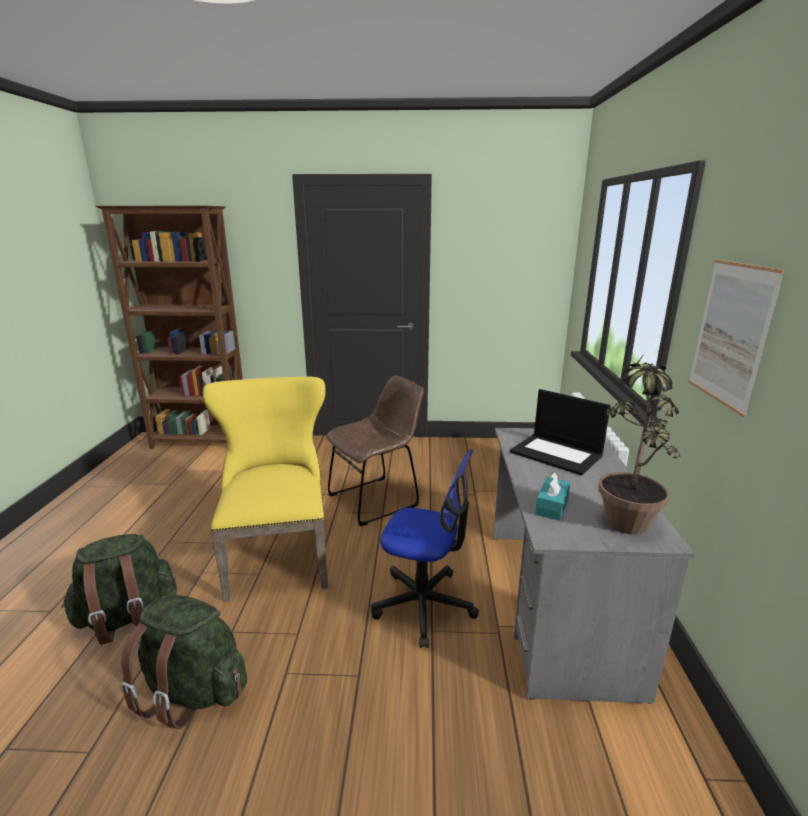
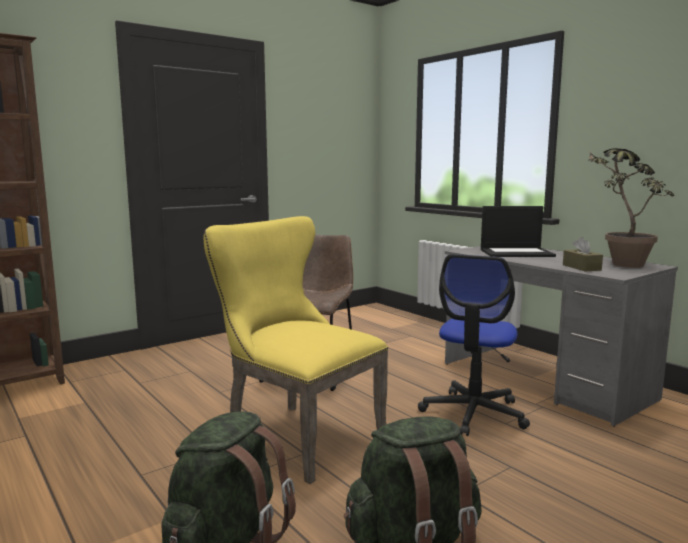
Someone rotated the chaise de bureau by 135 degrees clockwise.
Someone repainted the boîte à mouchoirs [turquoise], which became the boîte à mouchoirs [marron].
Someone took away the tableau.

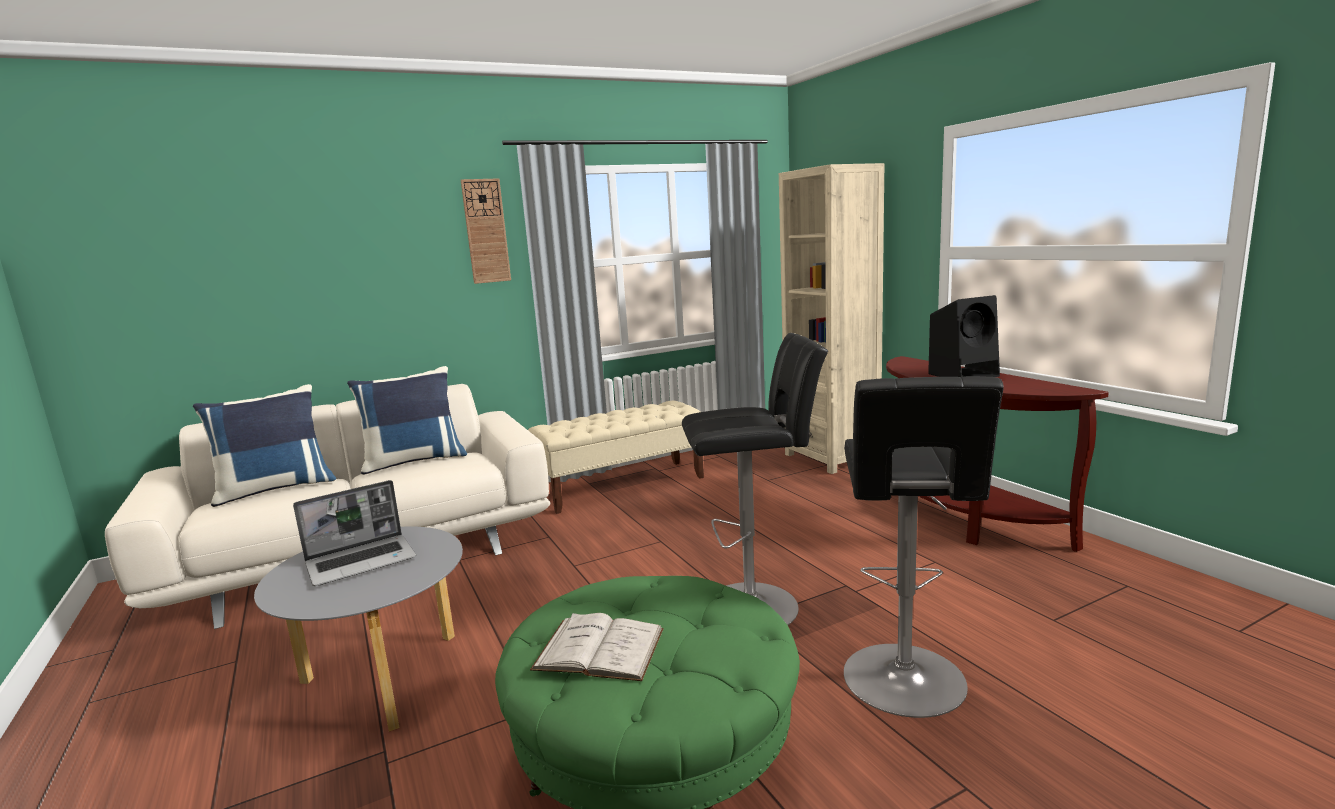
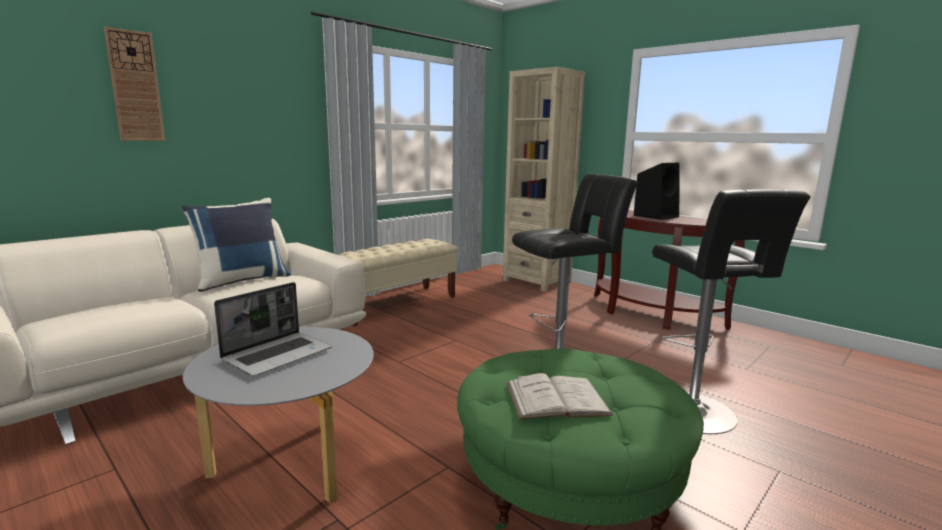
Someone carried the horloge murale.
Someone took away the coussin [bleu] (1st from left).

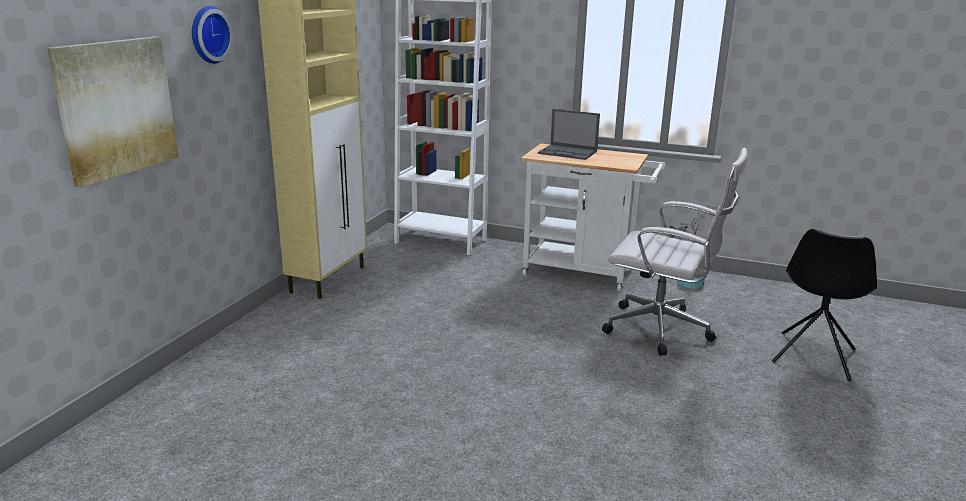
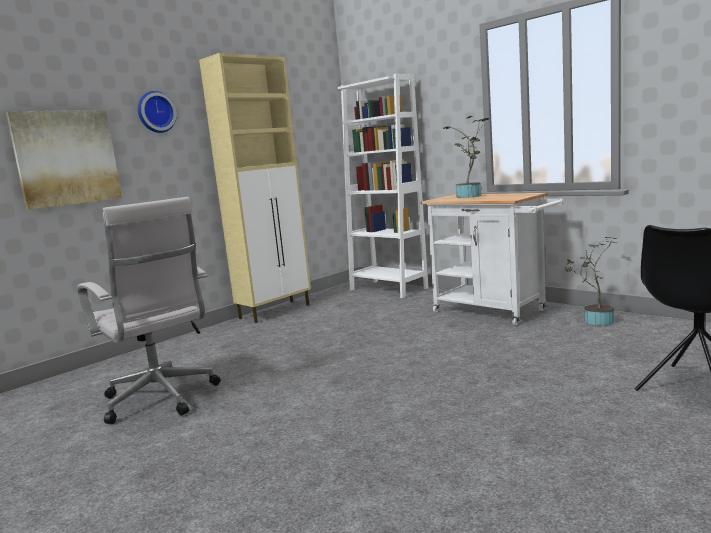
Someone carried the chaise de bureau [blanc].
Someone swapped the ordinateur portable for the plante en pot (1st from left).

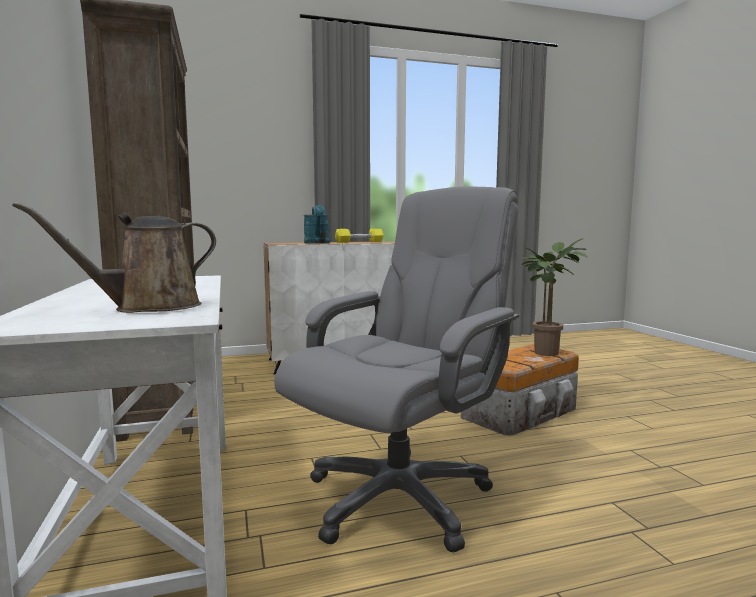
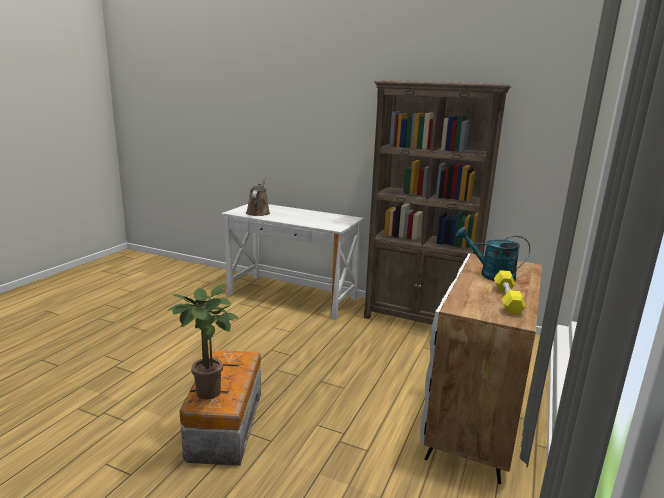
Someone took away the chaise de bureau [gris].

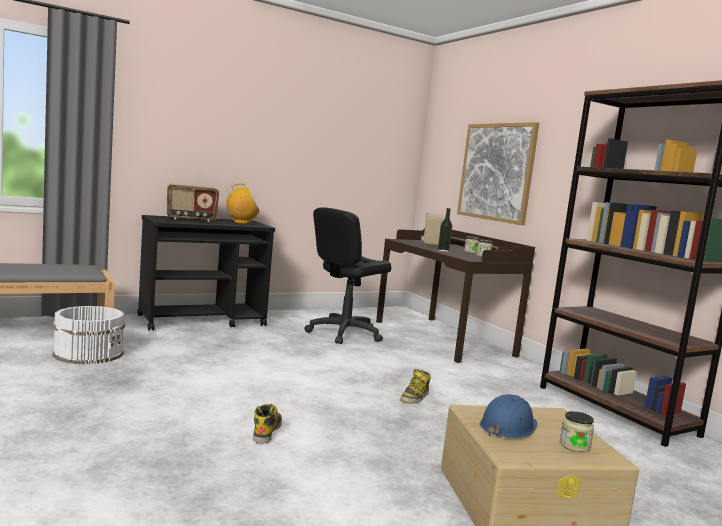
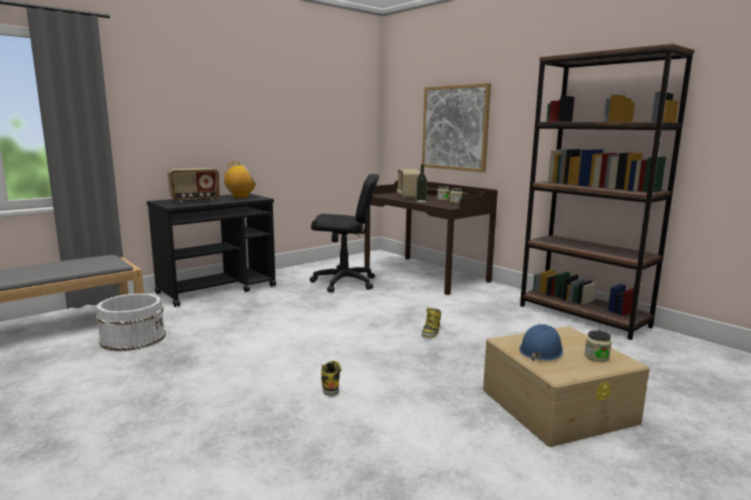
Someone rotated the chaise de bureau [noir] by 120 degrees counterclockwise.

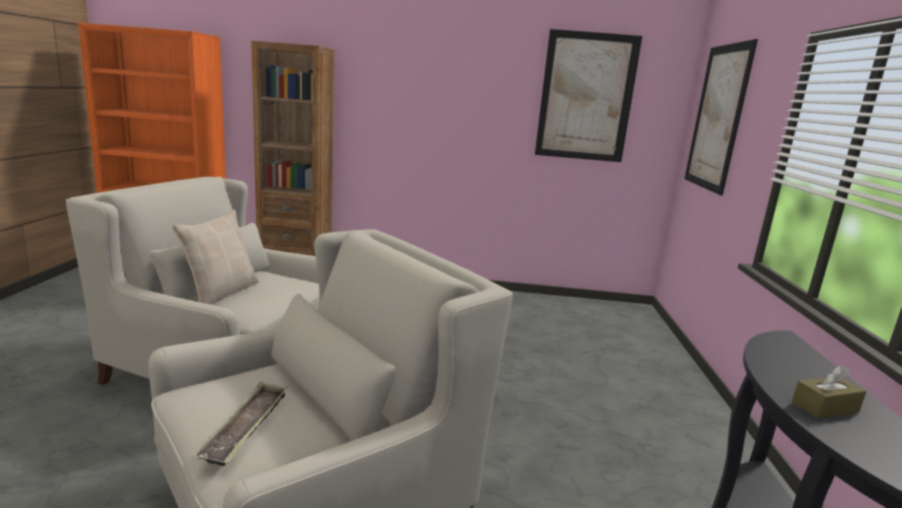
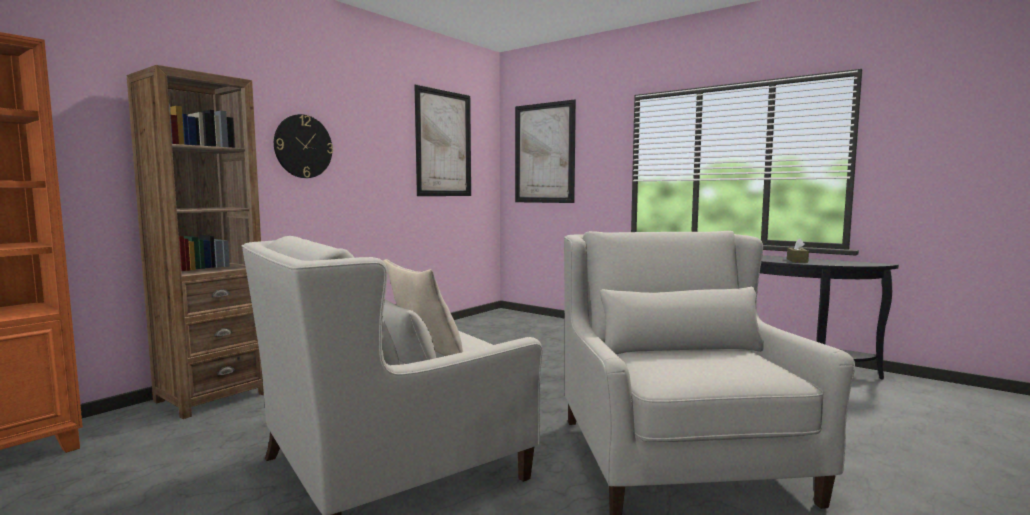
Someone put up the horloge murale.
Someone took away the plateau.

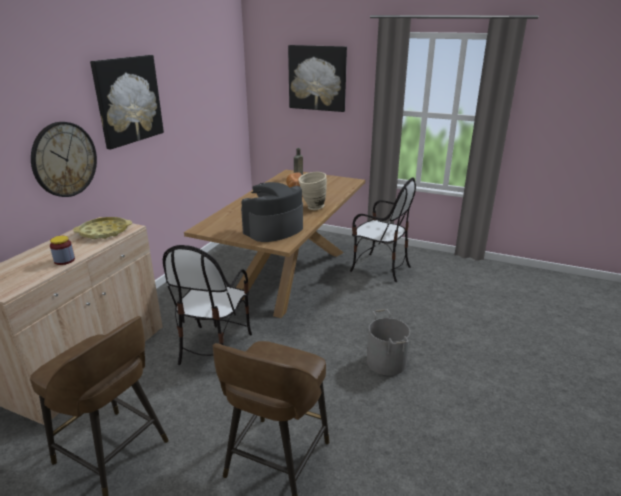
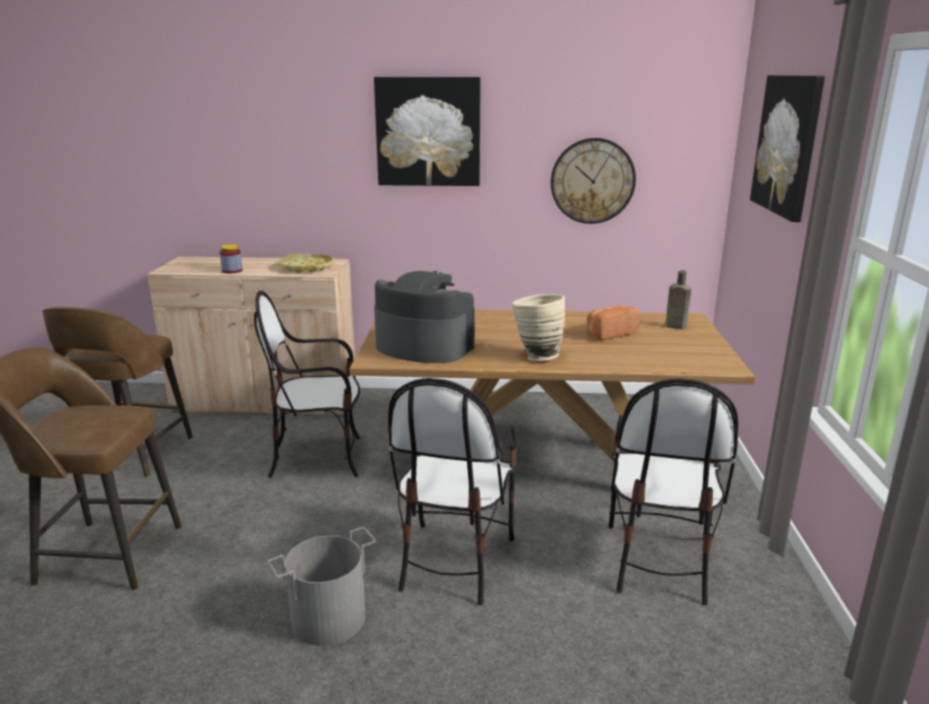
Someone put down the chaise (2nd from left).
Someone carried the horloge murale.

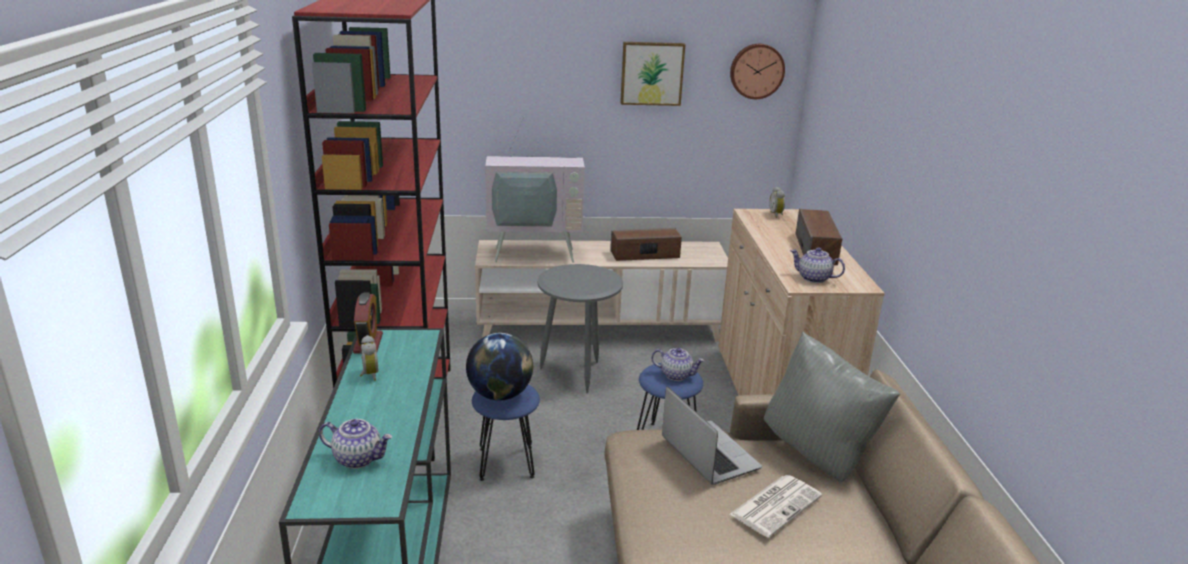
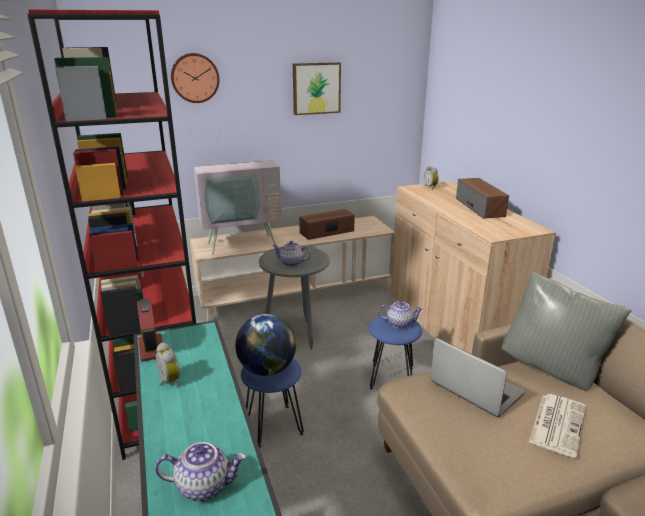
Someone carried the horloge murale.
Someone carried the théière (3rd from left in the first image).

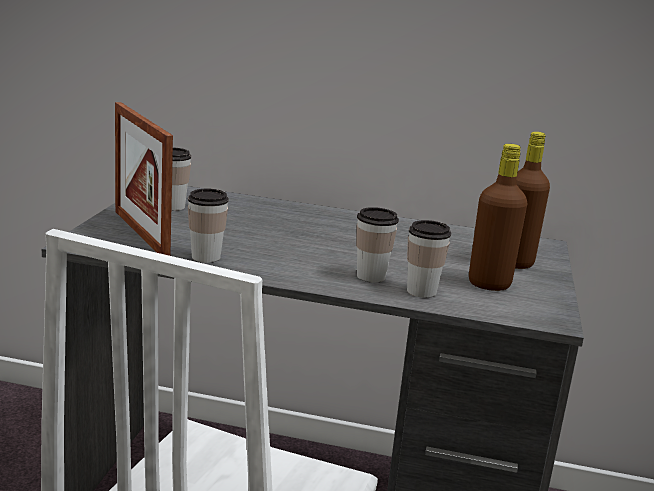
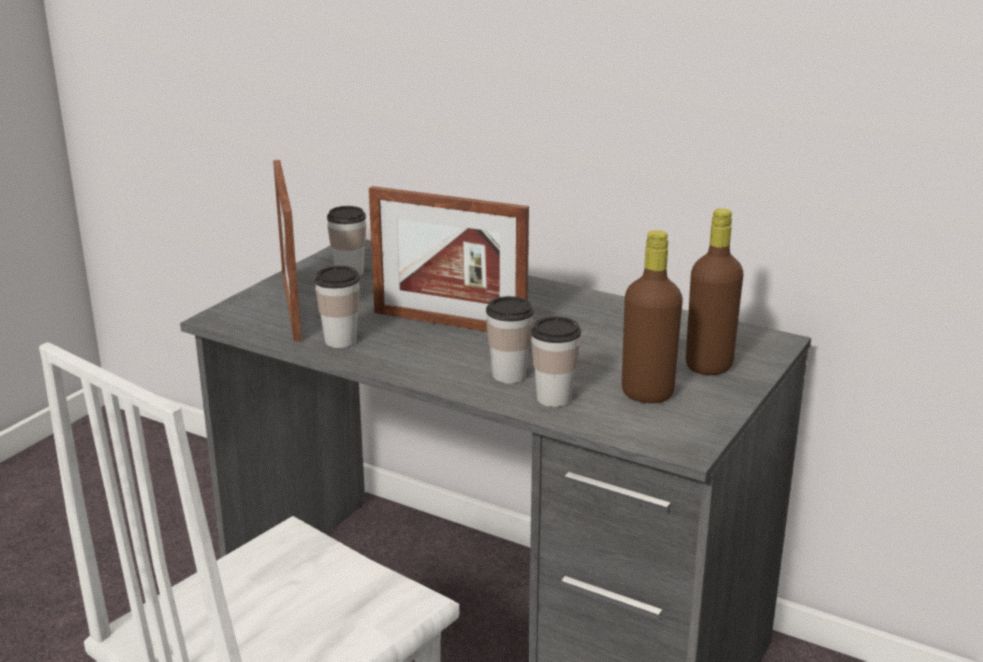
Someone put down the cadre photo (2nd from left).

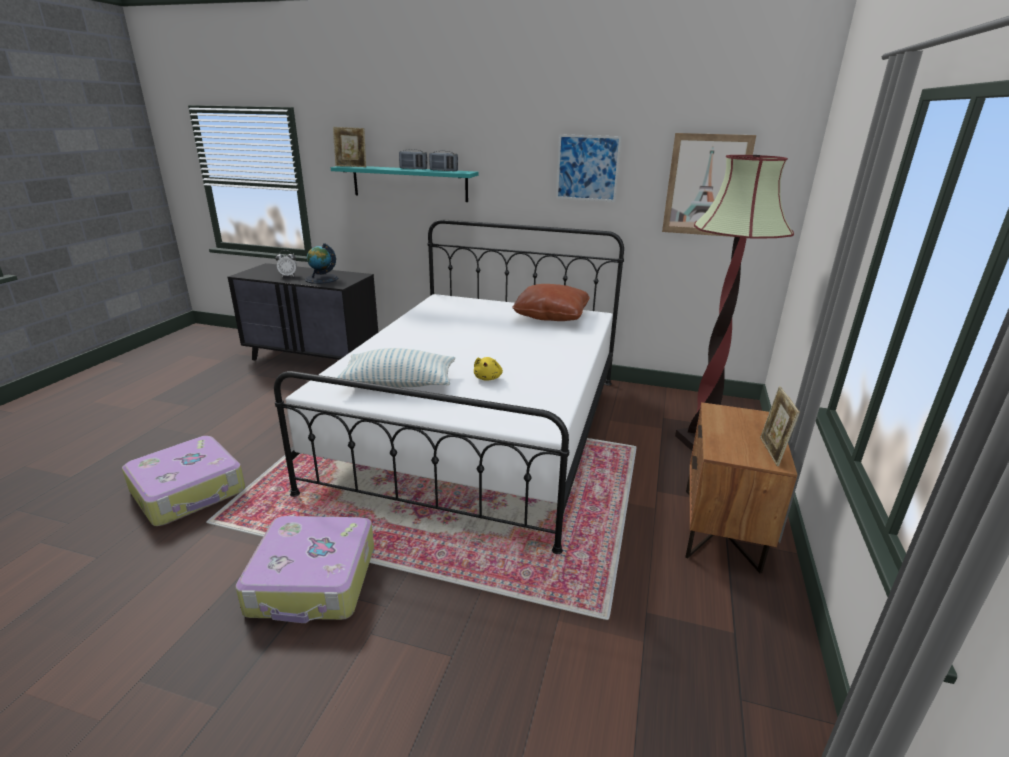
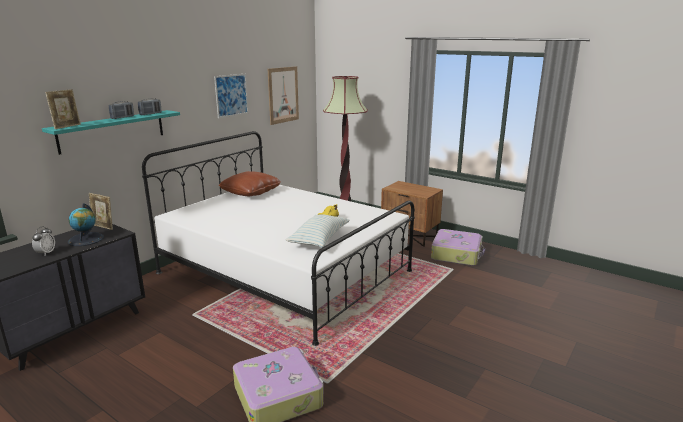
Someone carried the cadre photo (2nd from left).
Someone carried the valise (2nd from left).

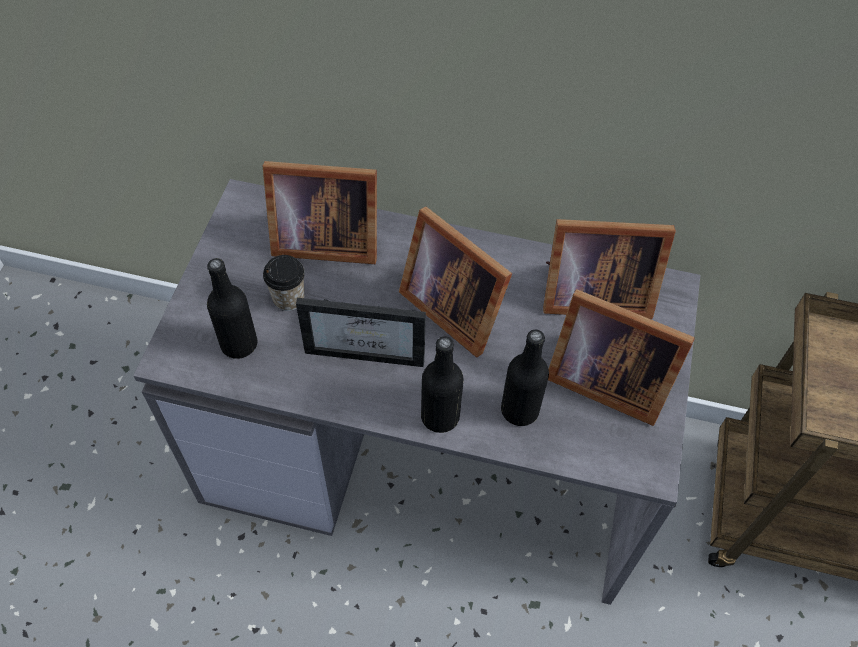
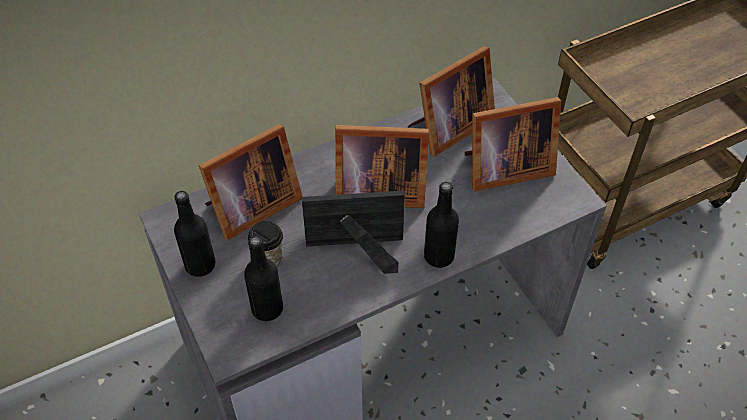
Someone carried the bouteille [noir] (3rd from left in the first image).
Someone rotated the cadre photo (2nd from left) by 150 degrees counterclockwise.

